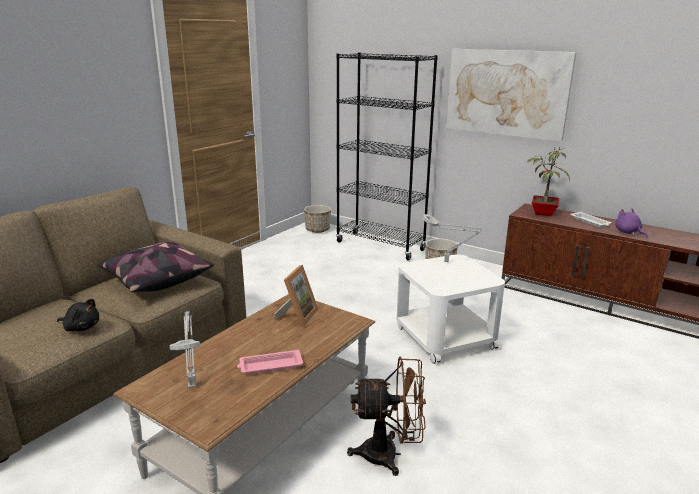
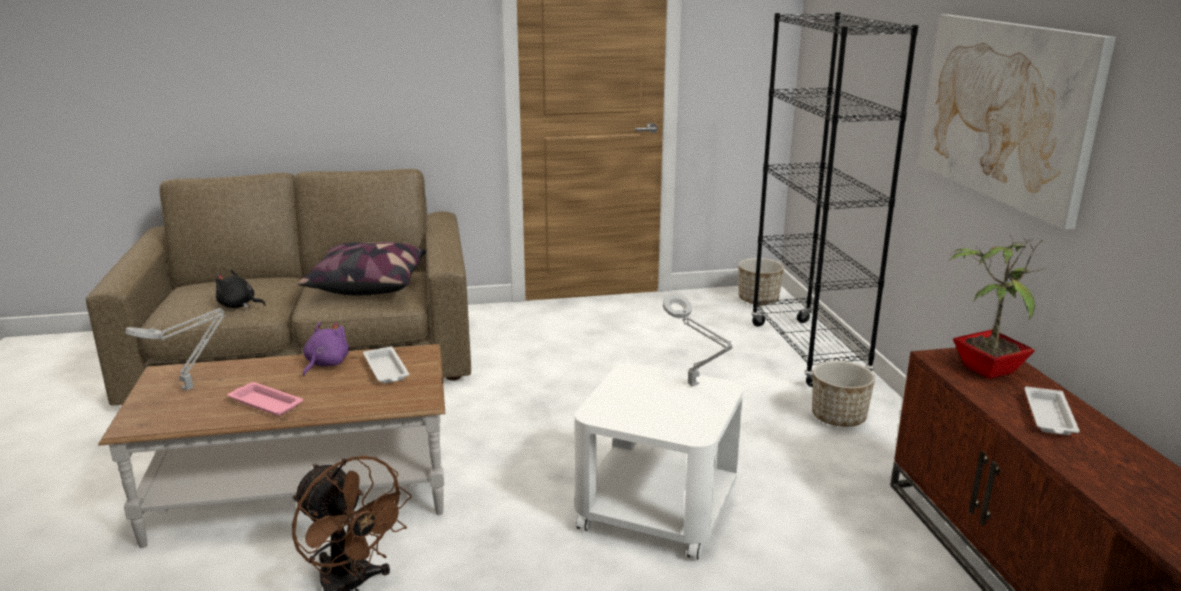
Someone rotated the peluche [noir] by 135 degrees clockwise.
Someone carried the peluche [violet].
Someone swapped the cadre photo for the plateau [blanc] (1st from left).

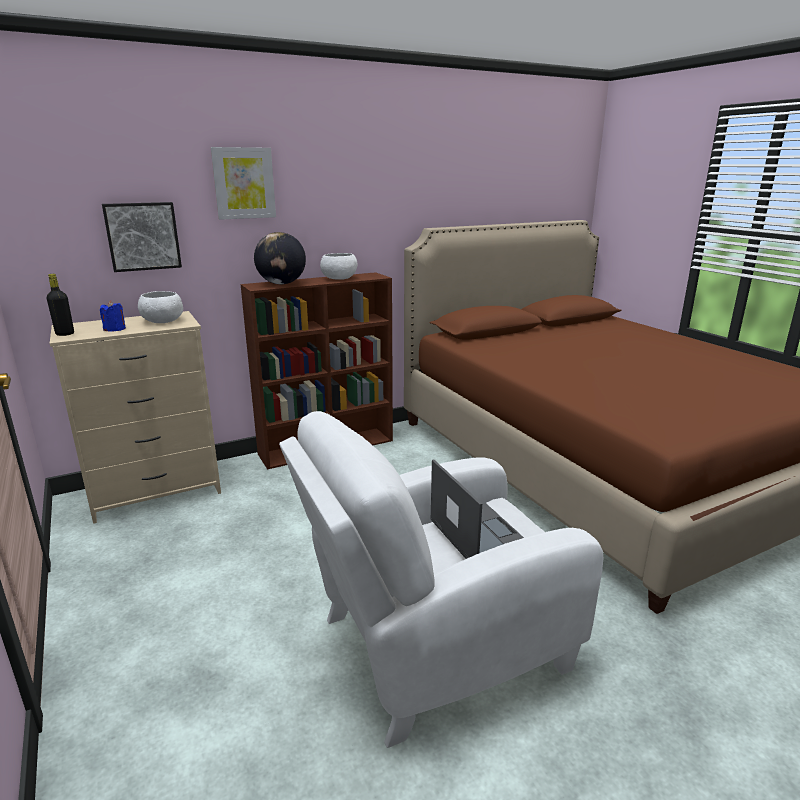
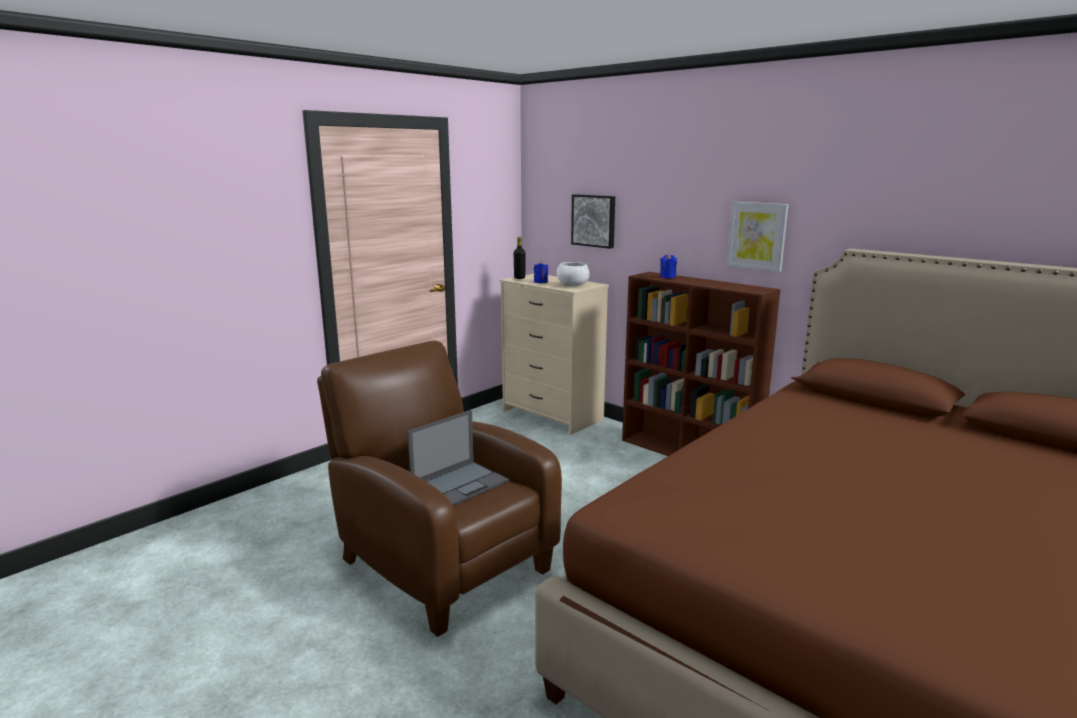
Someone repainted the fauteuil [blanc], which became the fauteuil [marron].
Someone swapped the globe for the bougie [bleu] (2nd from left).
Someone carried the tableau (2nd from left).
Someone took away the bol [blanc] (2nd from left).

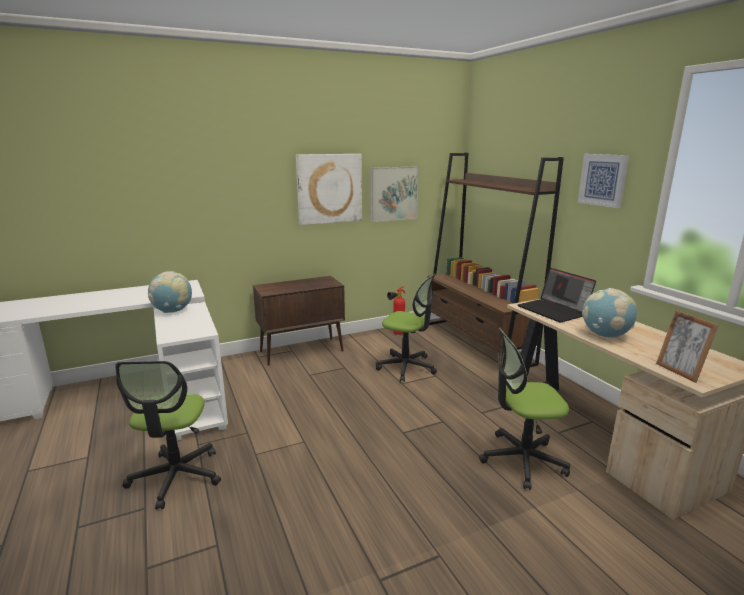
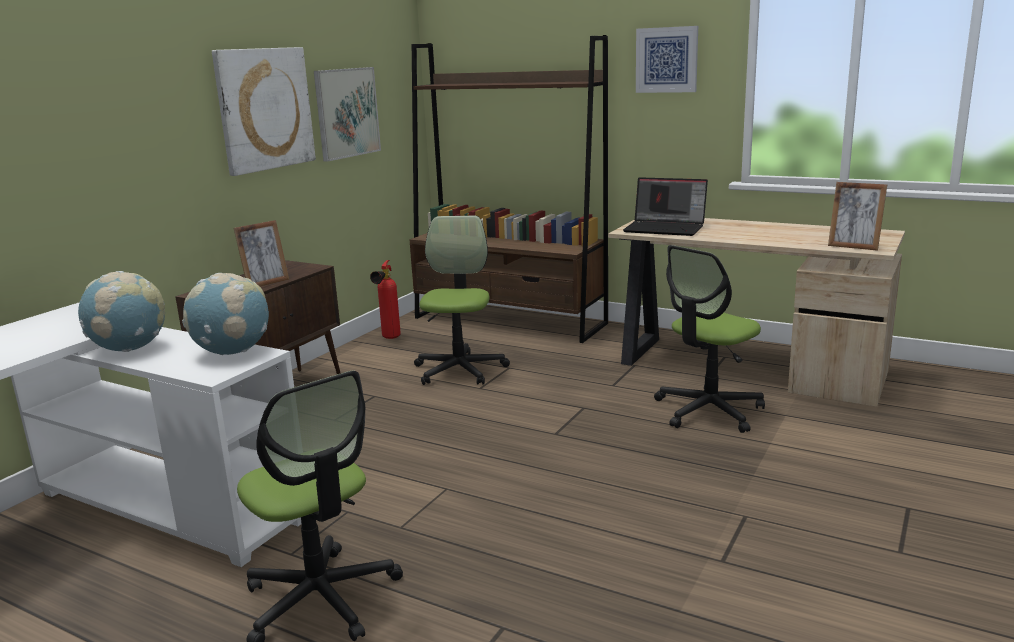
Someone carried the globe (2nd from left).
Someone put down the cadre photo (1st from left).
Someone rotated the chaise de bureau (2nd from left) by 75 degrees counterclockwise.

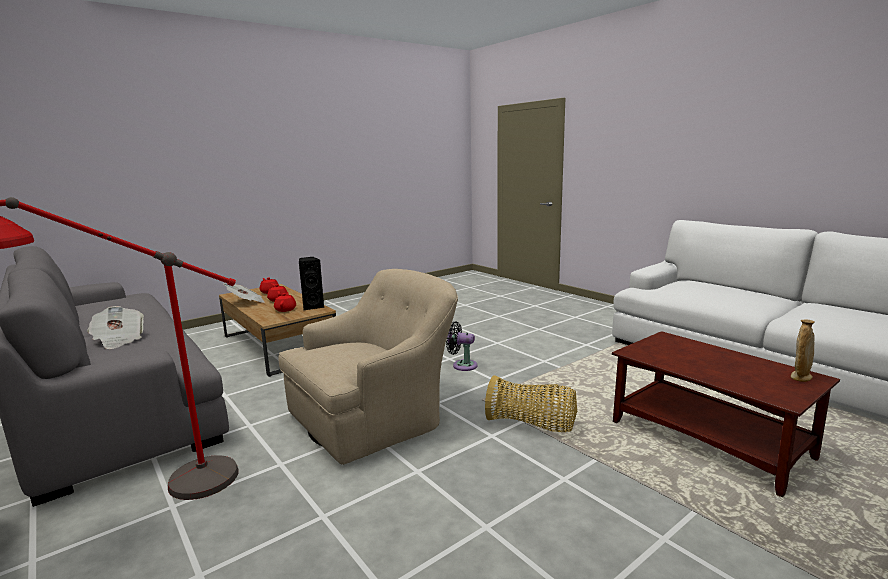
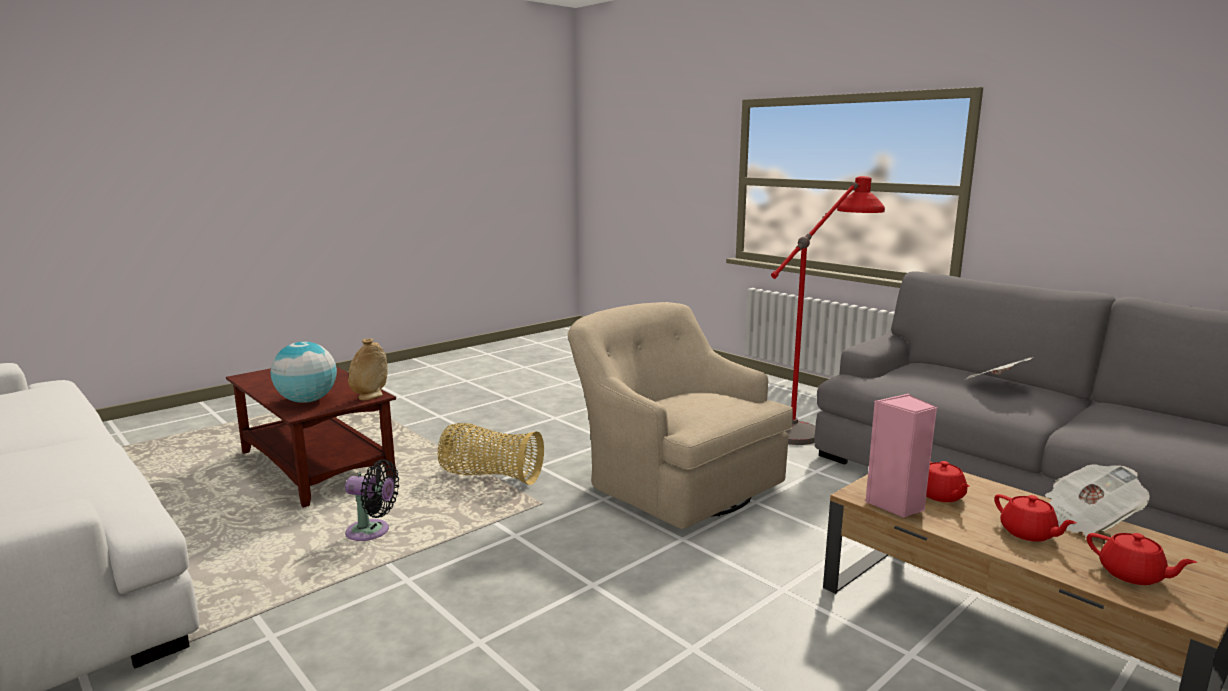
Someone put down the globe.
Someone carried the ventilateur [noir].
Someone carried the vase [beige].
Someone rotated the fauteuil [beige] by 90 degrees clockwise.
Someone repainted the enceinte [noir], which became the enceinte [rose].

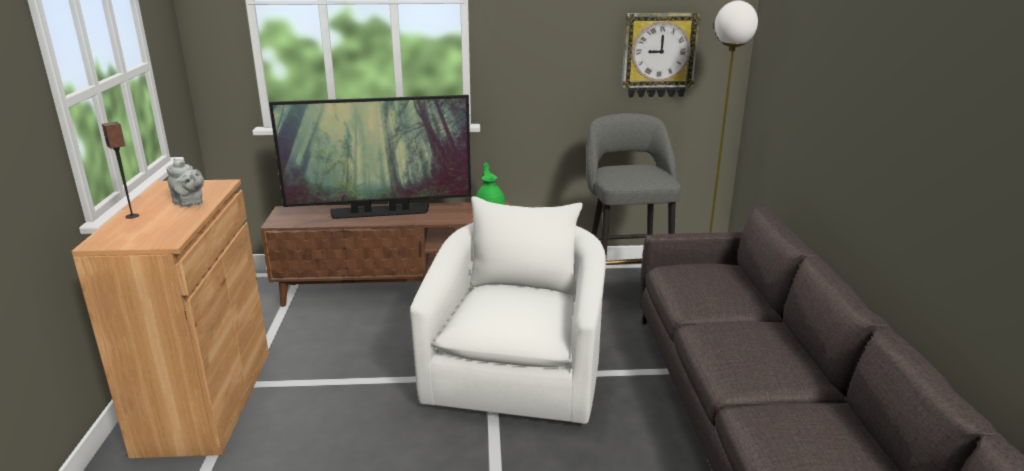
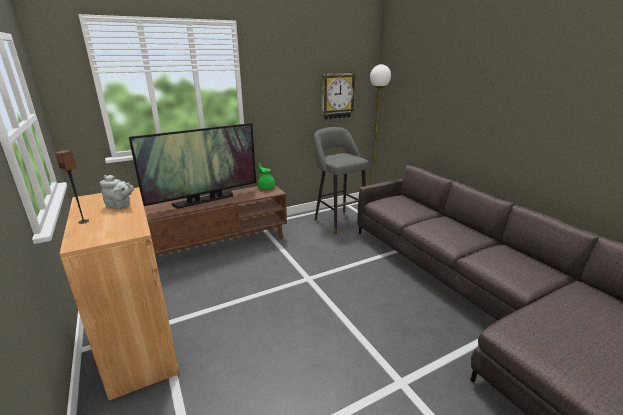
Someone took away the fauteuil [blanc].

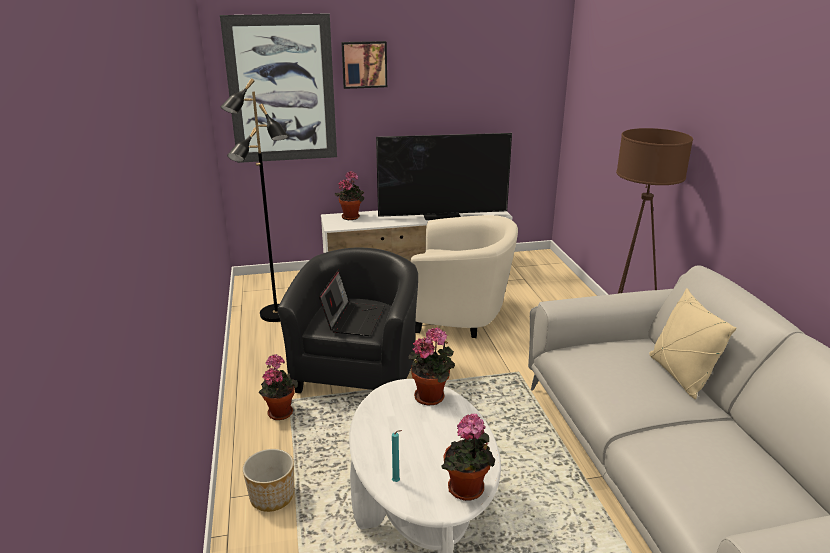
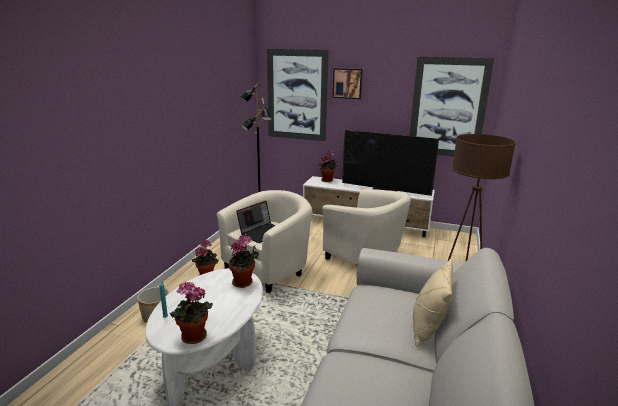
Someone repainted the fauteuil [noir], which became the fauteuil [beige] (1st from left).
Someone put up the tableau (3rd from left).

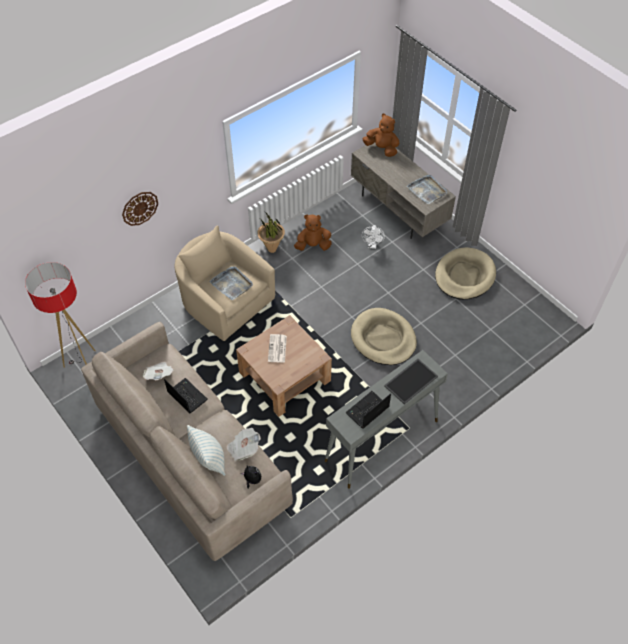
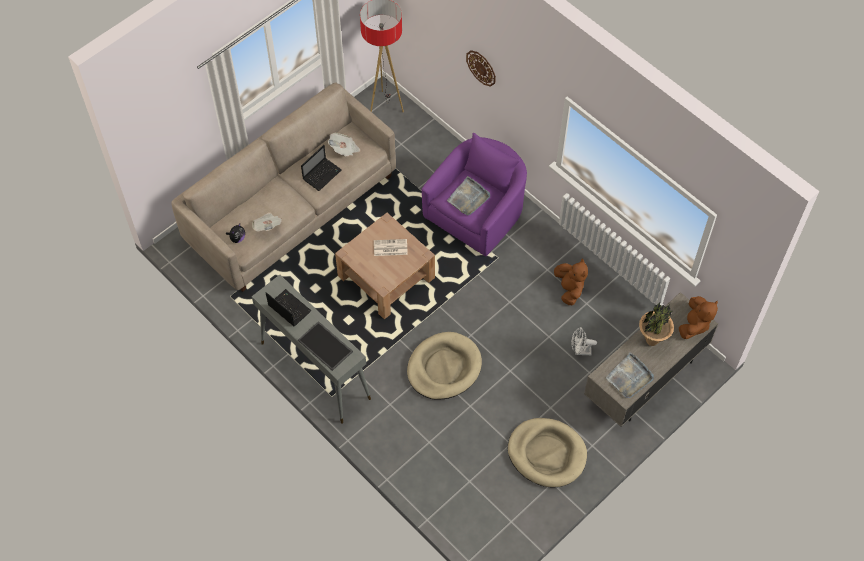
Someone repainted the fauteuil [beige], which became the fauteuil [violet].
Someone carried the plante en pot.
Someone took away the coussin.

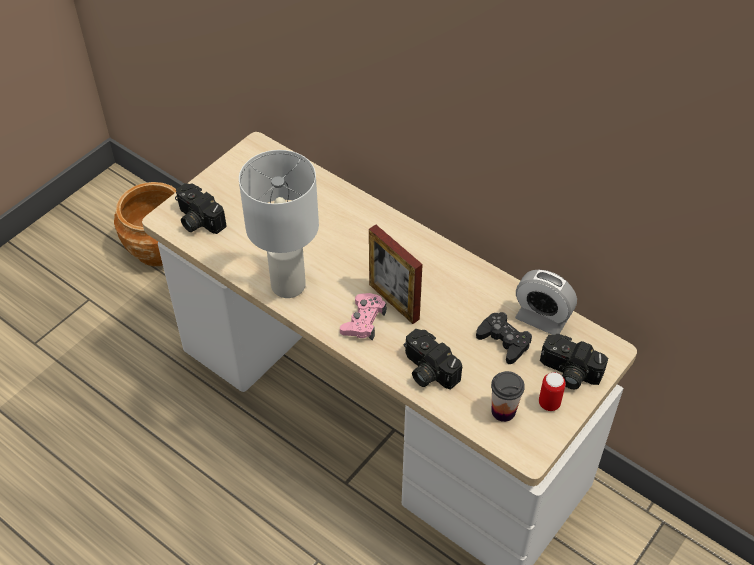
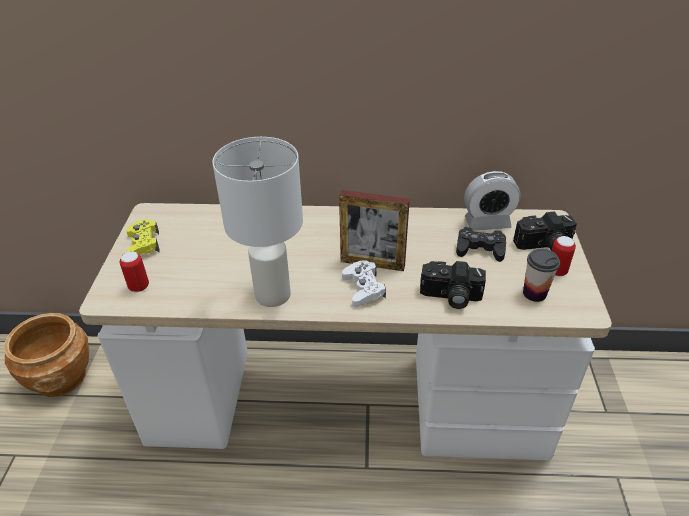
Someone swapped the appareil photo (1st from left) for the boîte métallique (1st from left).
Someone put down the manette [jaune].
Someone repainted the manette [rose], which became the manette [blanc].

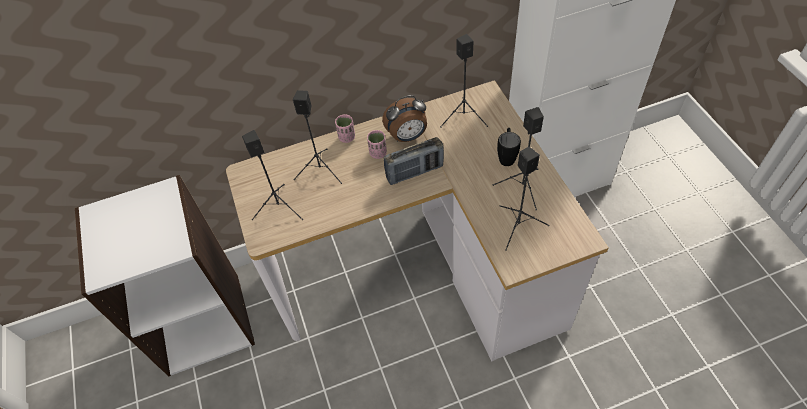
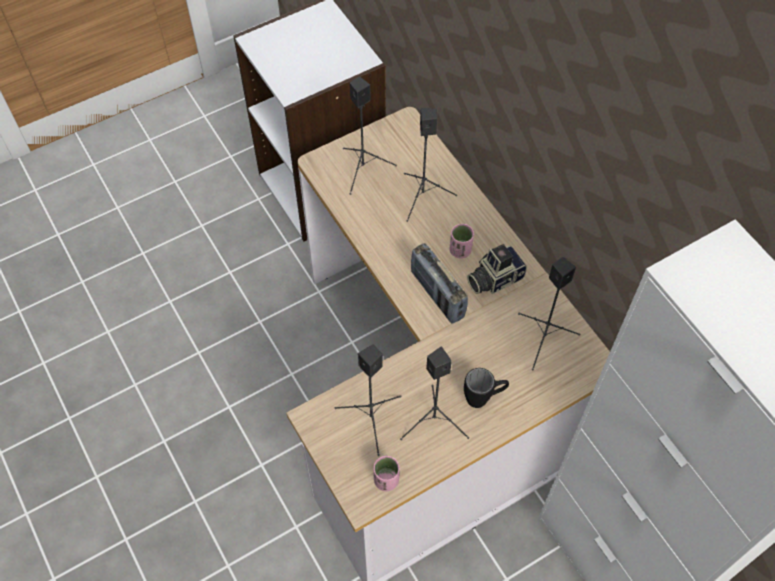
Someone carried the tasse [rose] (1st from left).
Someone swapped the réveil for the appareil photo.

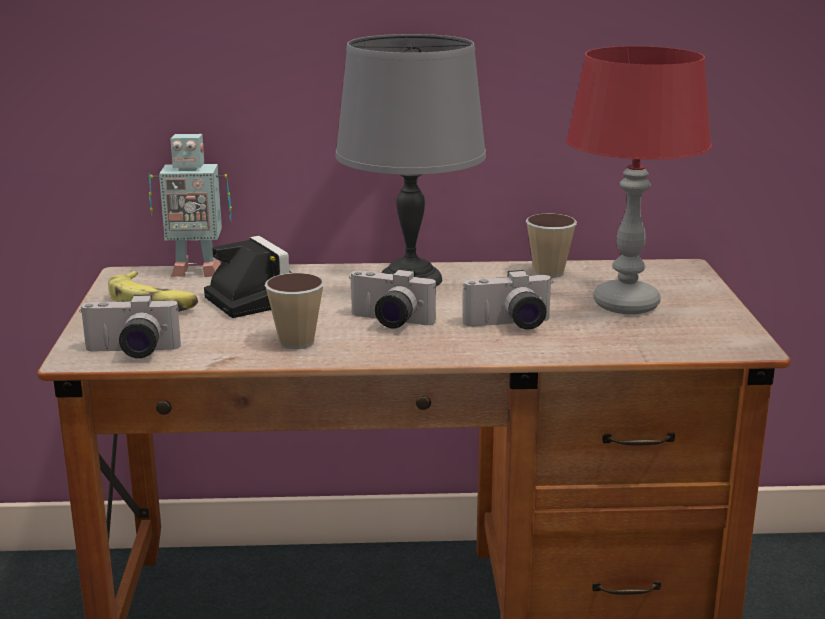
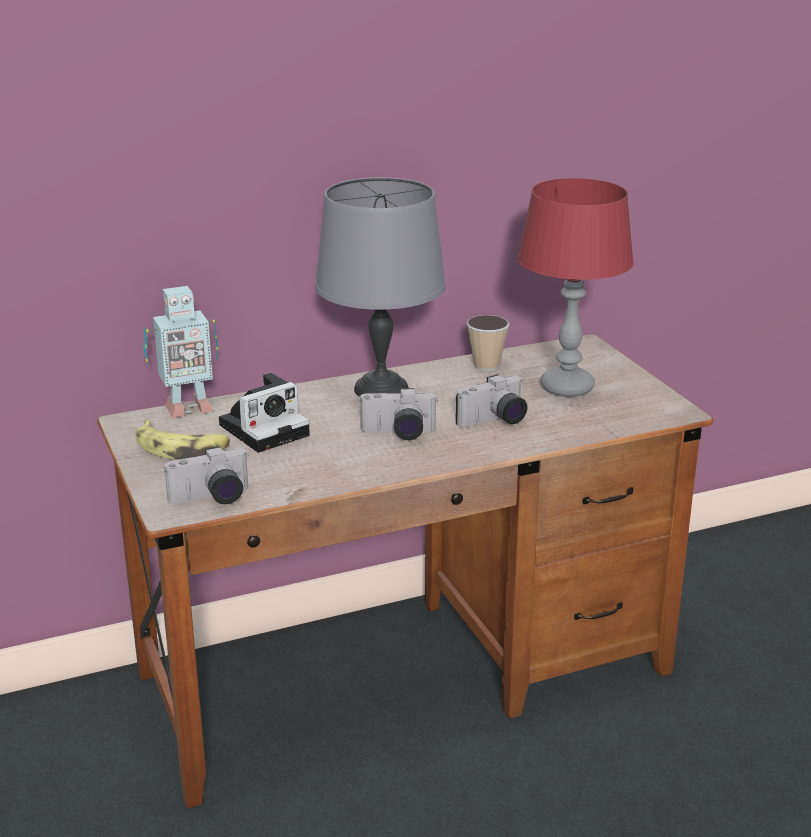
Someone rotated the appareil photo (2nd from left) by 105 degrees clockwise.
Someone took away the tasse (1st from left).

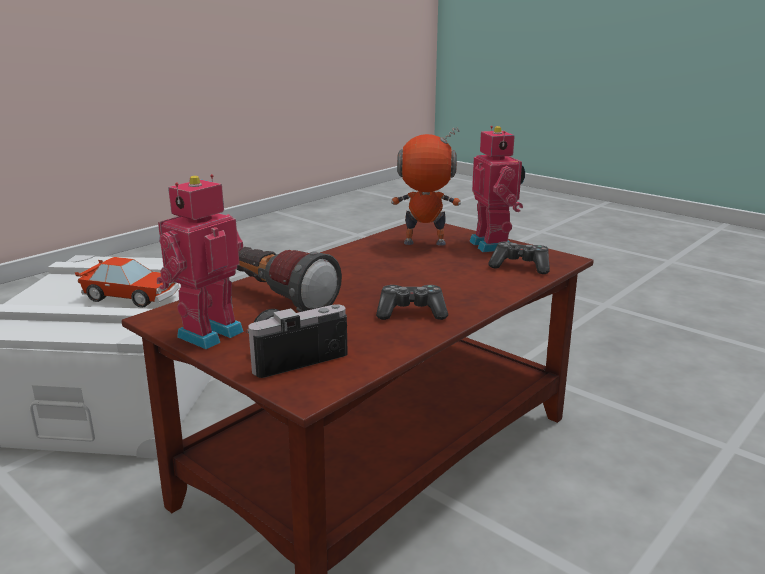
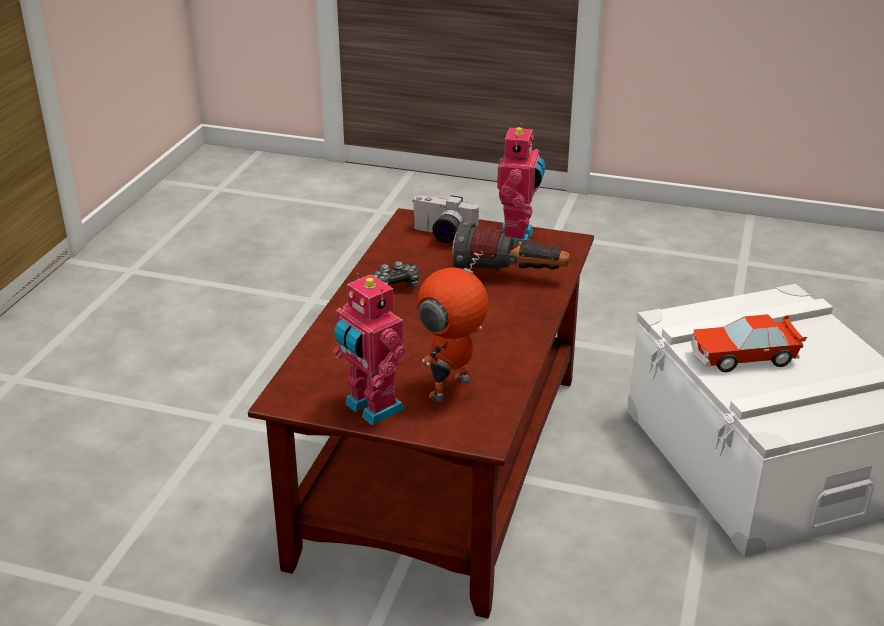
Someone rotated the appareil photo by 75 degrees clockwise.
Someone rotated the robot jouet (2nd from left) by 150 degrees clockwise.
Someone took away the manette (2nd from left).

